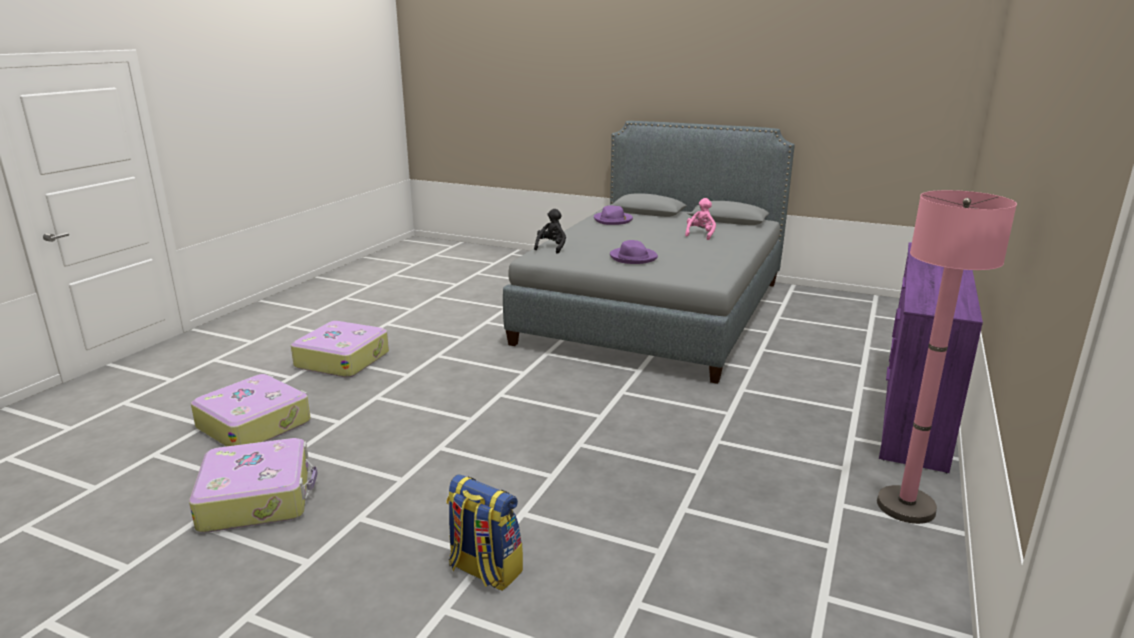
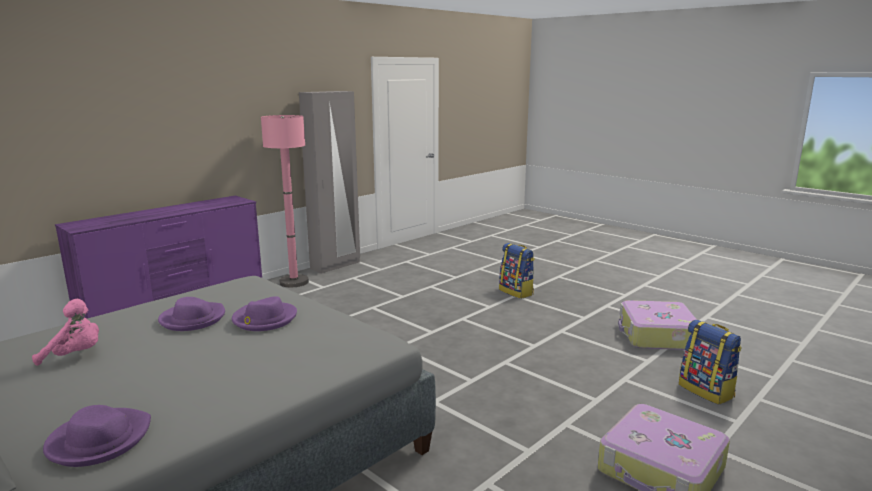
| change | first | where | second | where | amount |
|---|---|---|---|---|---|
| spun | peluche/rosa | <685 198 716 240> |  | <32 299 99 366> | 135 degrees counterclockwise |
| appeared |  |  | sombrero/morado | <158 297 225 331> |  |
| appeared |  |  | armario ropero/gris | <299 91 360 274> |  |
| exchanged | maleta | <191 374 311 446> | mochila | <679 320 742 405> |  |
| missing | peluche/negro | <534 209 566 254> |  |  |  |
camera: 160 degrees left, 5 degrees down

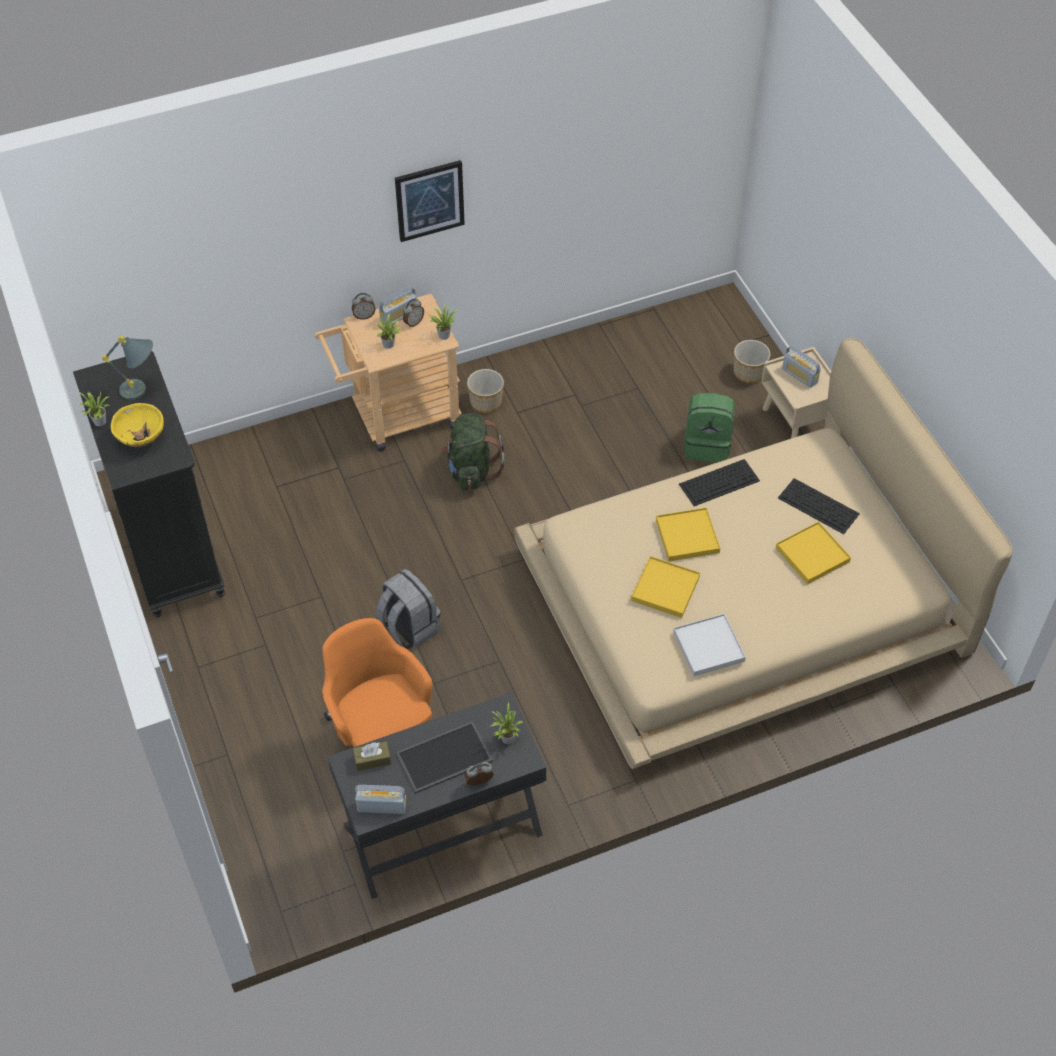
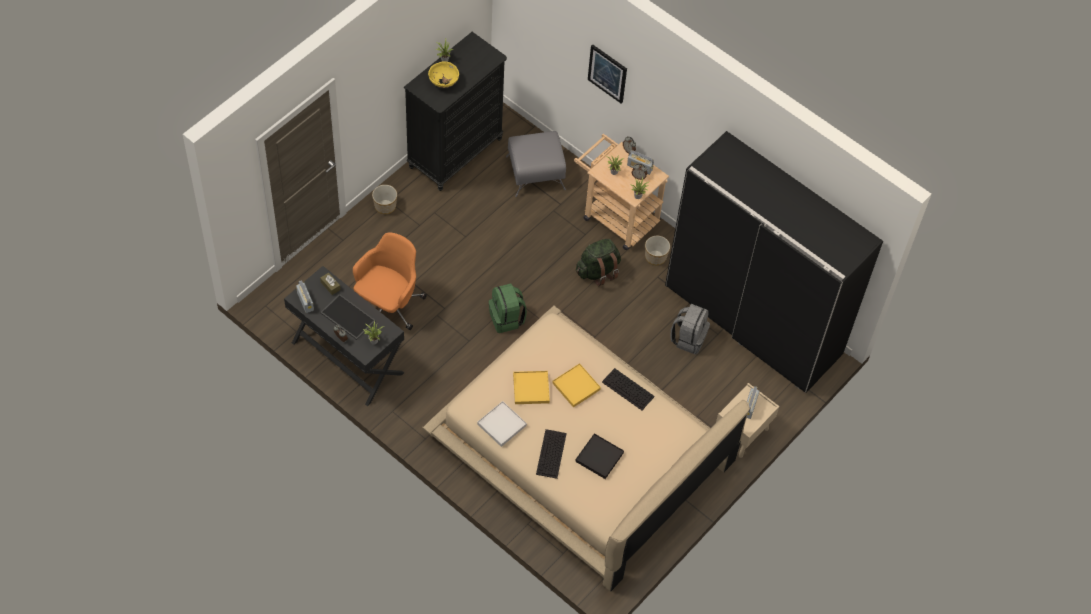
| change | first | where | second | where | amount |
|---|---|---|---|---|---|
| relocated | maceta | <734 340 770 383> |  | <372 185 397 214> |  |
| relocated | mochila/verde | <684 393 735 463> |  | <489 284 527 333> |  |
| appeared |  |  | puf/gris | <506 131 566 197> |  |
| relocated | teclado | <778 478 860 534> |  | <536 429 567 479> |  |
| colour | bandeja/amarillo | <776 521 851 585> | bandeja/negro | <575 433 624 479> |  |
| relocated | cuadro | <395 160 465 242> |  | <588 44 627 104> |  |
| appeared |  |  | armario ropero/negro | <665 131 883 393> |  |
| relocated | mochila/gris | <376 569 441 649> |  | <670 304 710 355> |  |
| missing | lámpara de mesa/gris | <102 335 153 400> |  |  |  |
camera: 60 degrees right, 5 degrees up

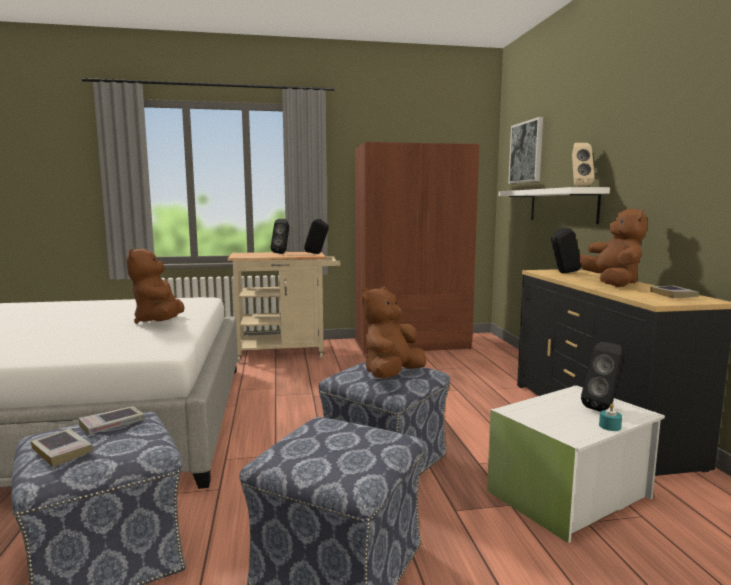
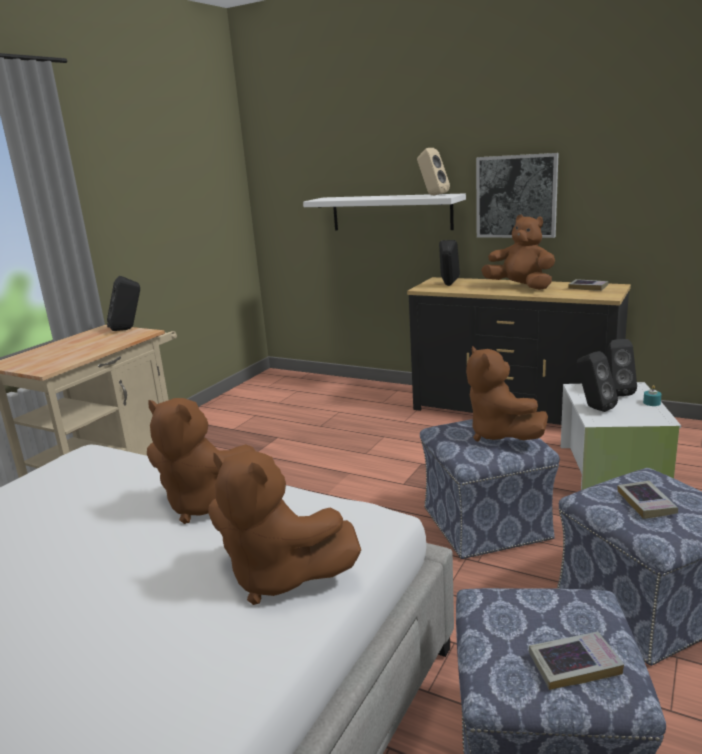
| change | first | where | second | where | amount |
|---|---|---|---|---|---|
| appeared |  |  | peluche/marrón | <208 451 361 605> |  |
| relocated | cuadro | <508 117 543 184> |  | <476 153 559 238> |  |
| relocated | altavoz/negro | <271 219 289 254> |  | <577 351 618 412> |  |
| relocated | libro | <78 406 145 435> |  | <618 481 678 519> |  |
| missing | armario ropero/marrón | <355 142 479 354> |  |  |  |
camera: 50 degrees left, 10 degrees up

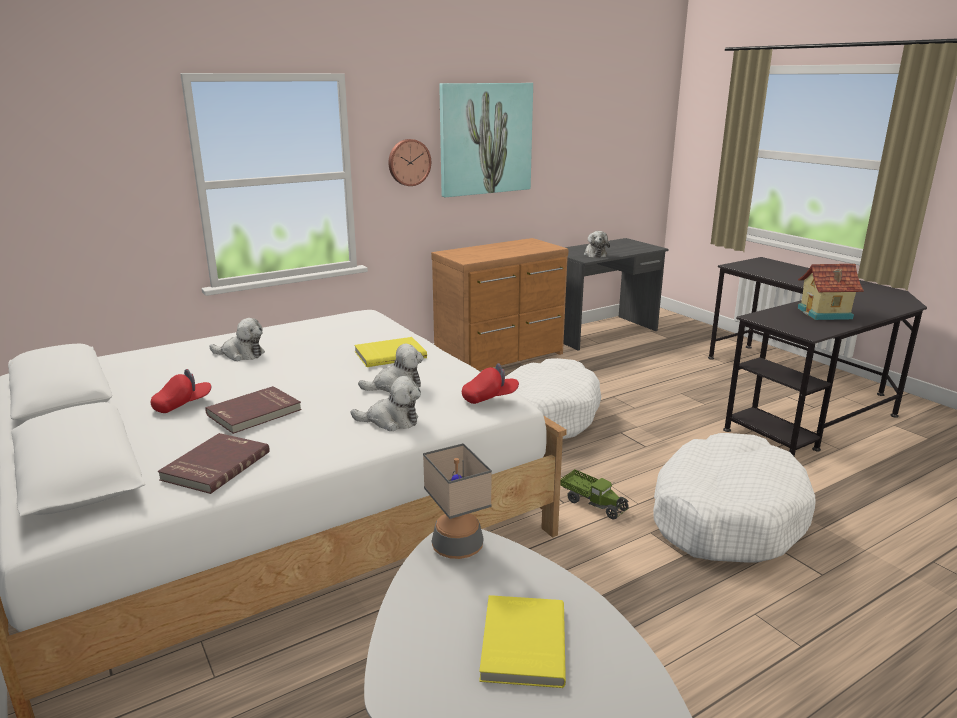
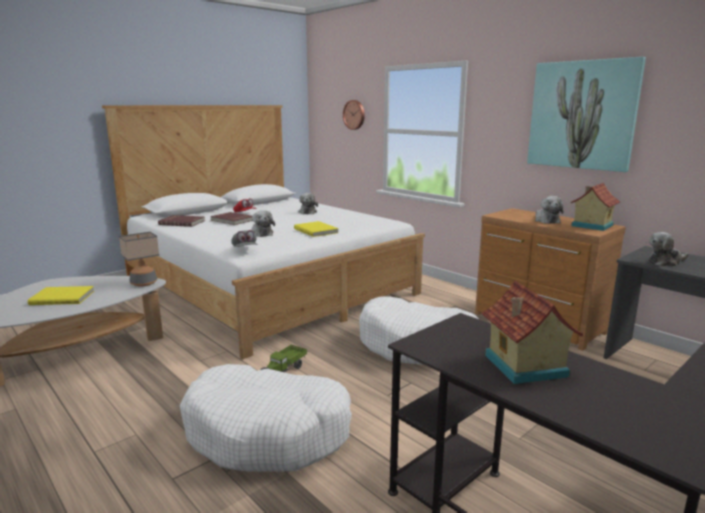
| change | first | where | second | where | amount |
|---|---|---|---|---|---|
| colour | gorra/rojo | <462 363 519 404> | gorra/gris | <231 230 257 247> |  |
| relocated | reloj de pared | <388 139 431 186> |  | <343 100 365 130> |  |
| relocated | peluche | <350 376 421 431> |  | <535 196 564 224> |  |
| appeared |  |  | casita | <571 183 620 231> |  |
camera: 80 degrees right, 5 degrees down

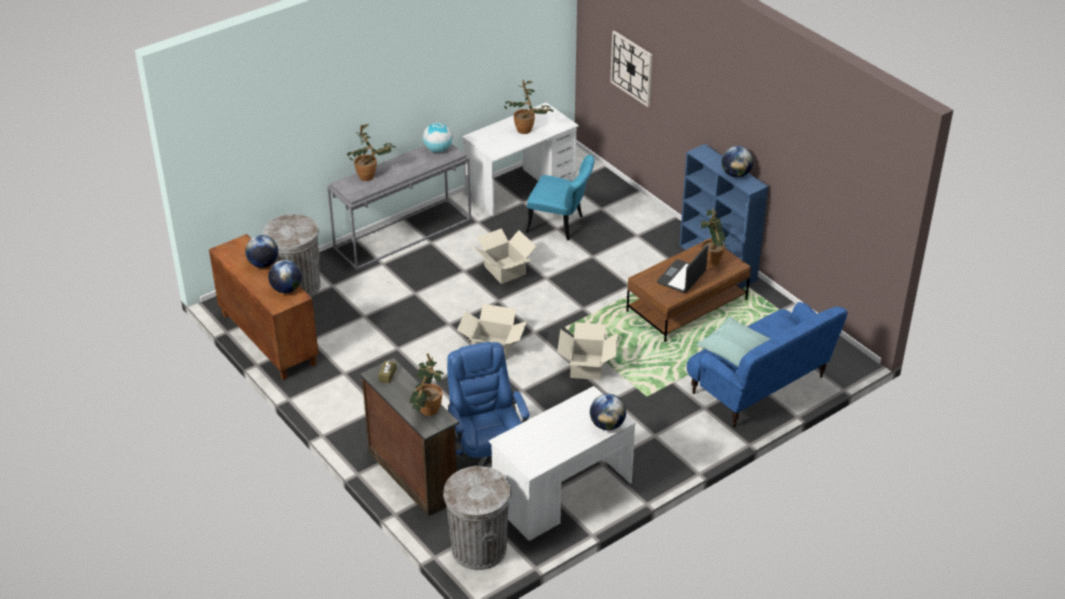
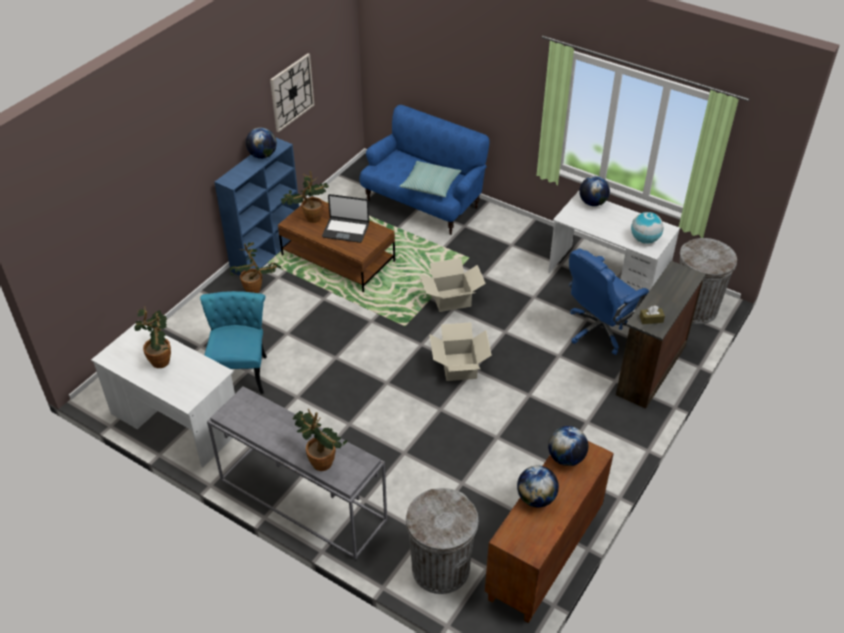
| change | first | where | second | where | amount |
|---|---|---|---|---|---|
| relocated | planta en maceta | <410 353 444 416> |  | <230 242 281 293> |  |
| relocated | reloj de pared | <610 31 653 107> |  | <270 53 314 132> |  |
| relocated | globo terráqueo | <423 123 453 153> |  | <631 212 664 244> |  |
| missing | caja de cartón | <474 228 536 284> |  |  |  |
camera: 110 degrees left, 5 degrees up

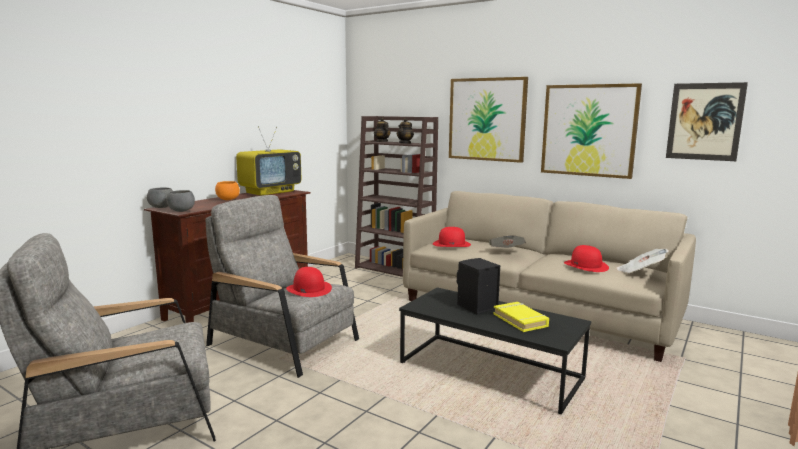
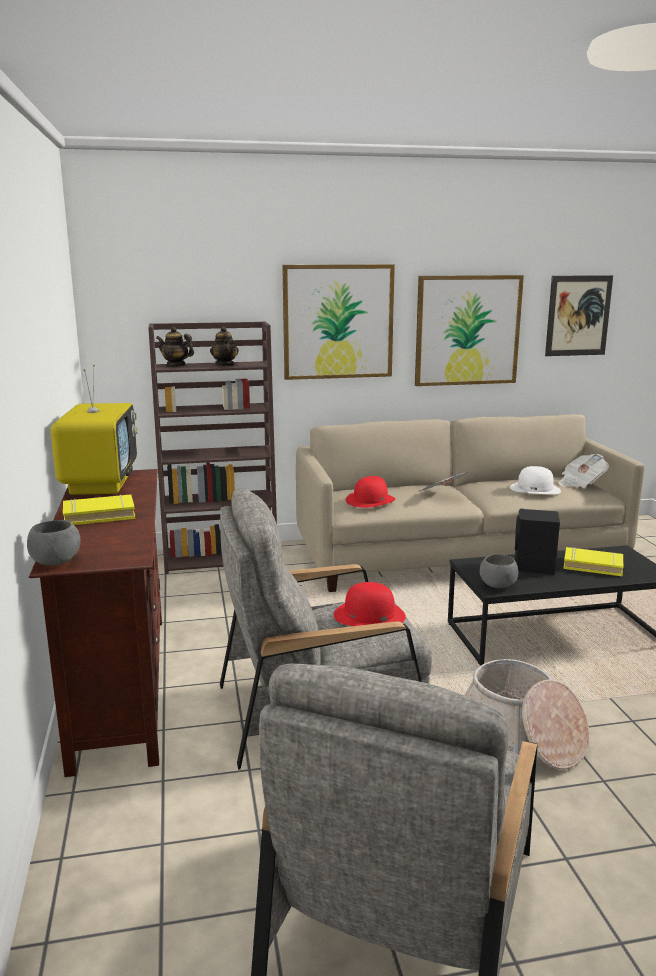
| change | first | where | second | where | amount |
|---|---|---|---|---|---|
| exchanged | cuenco/naranja | <215 181 240 200> | libro/amarillo | <63 494 135 525> |  |
| appeared |  |  | cesta | <464 659 590 770> |  |
| relocated | cuenco/gris | <166 190 195 212> |  | <480 554 518 588> |  |
| colour | sombrero/rojo | <564 245 609 272> | sombrero/blanco | <510 466 561 495> |  |
camera: 45 degrees left, 5 degrees up

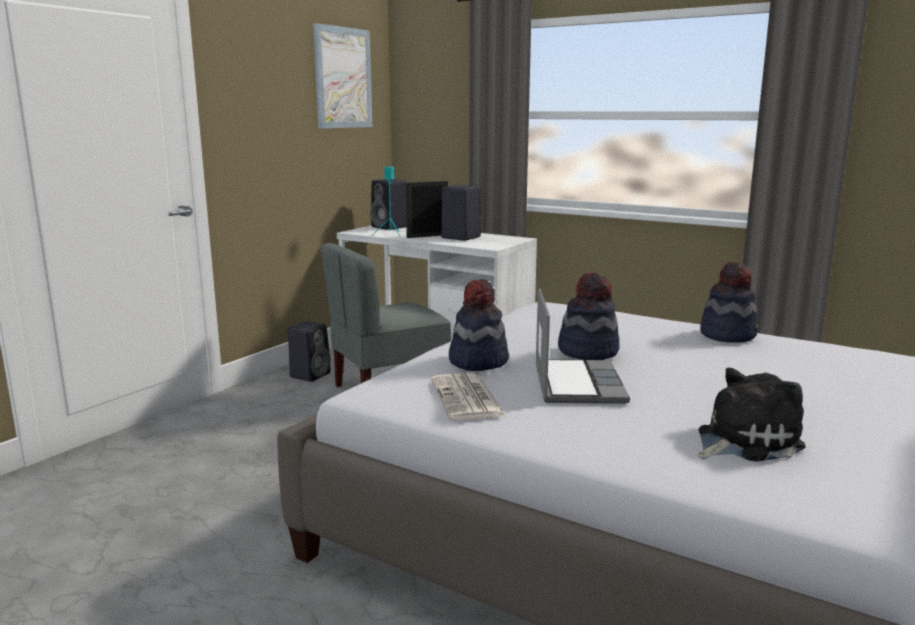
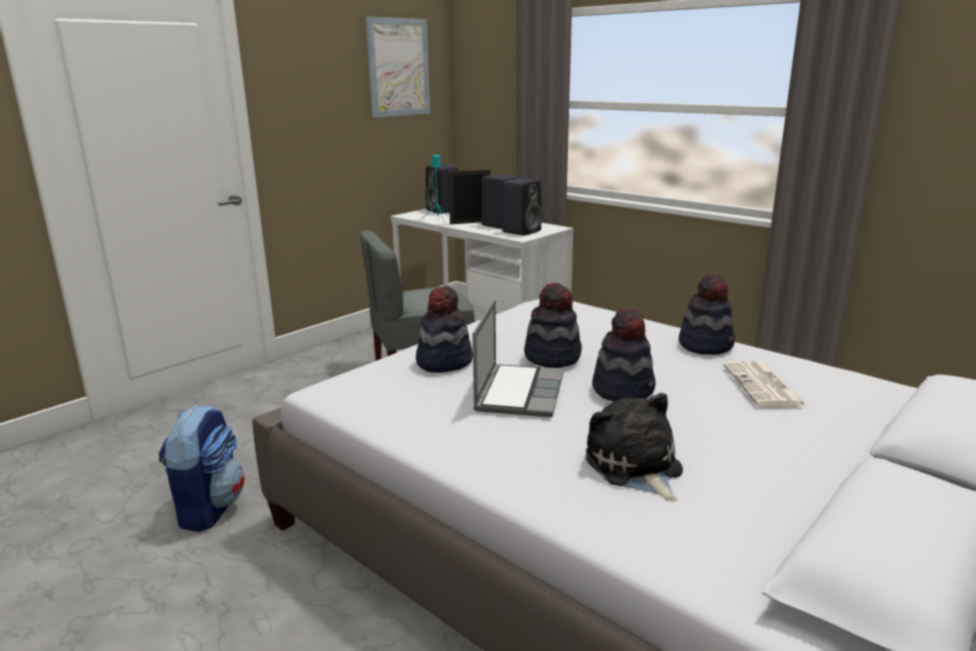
| change | first | where | second | where | amount |
|---|---|---|---|---|---|
| appeared |  |  | mochila | <159 405 245 532> |  |
| relocated | altavoz/negro | <288 321 331 382> |  | <502 178 542 236> |  |
| spun | peluche | <698 368 806 462> |  | <586 393 683 502> | 90 degrees counterclockwise |
| appeared |  |  | sombrero | <592 308 655 402> |  |
| relocated | periódico | <431 373 507 421> |  | <723 361 807 407> |  |
camera: 10 degrees right, 5 degrees up

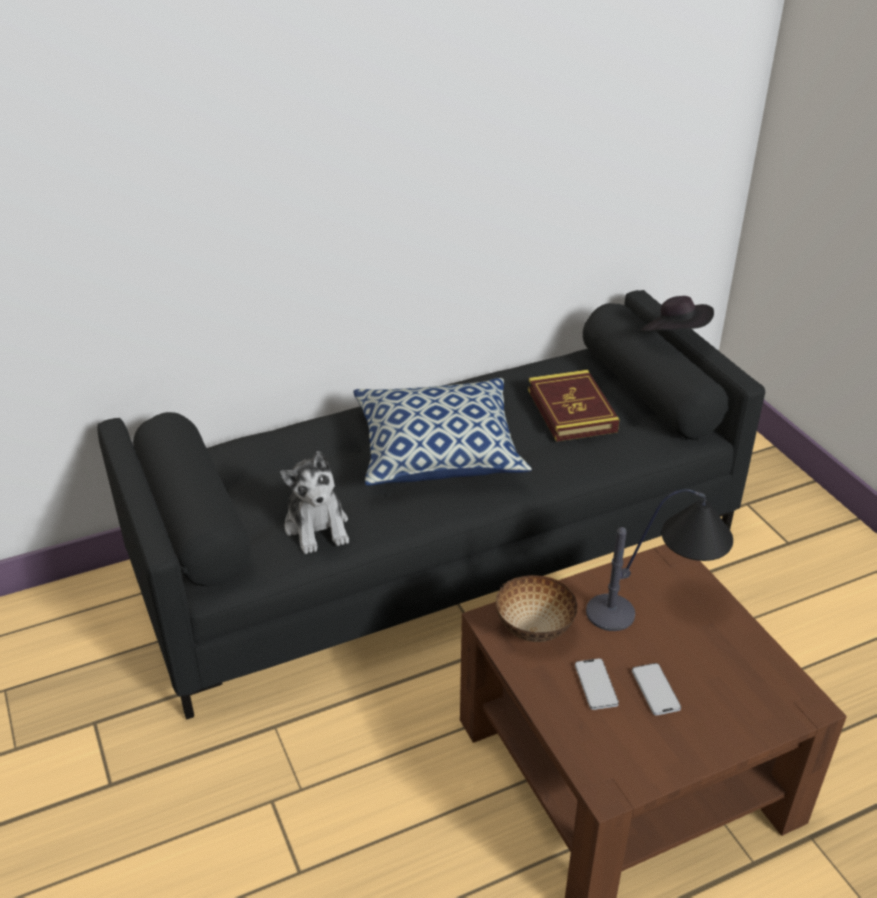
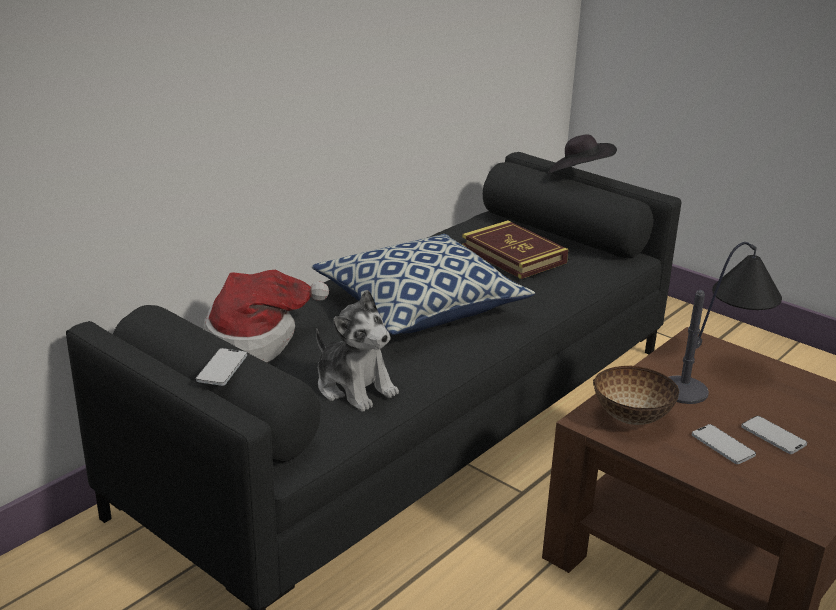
| change | first | where | second | where | amount |
|---|---|---|---|---|---|
| appeared |  |  | móvil | <196 348 247 386> |  |
| appeared |  |  | sombrero | <204 270 329 362> |  |
camera: 25 degrees left, 10 degrees down

